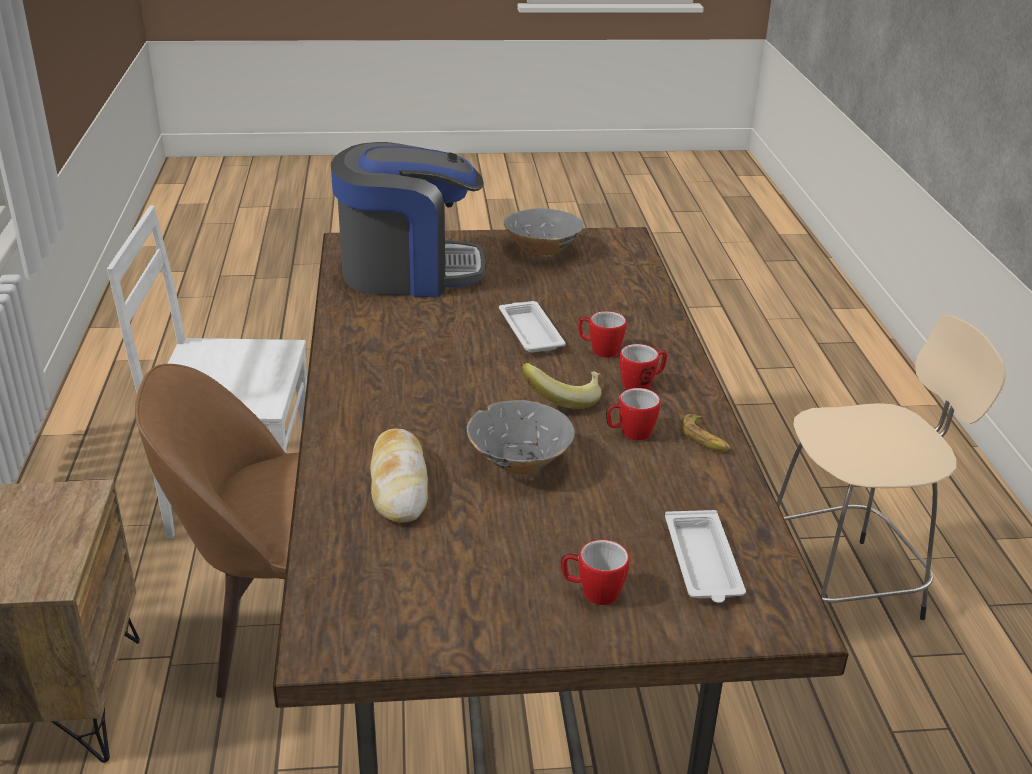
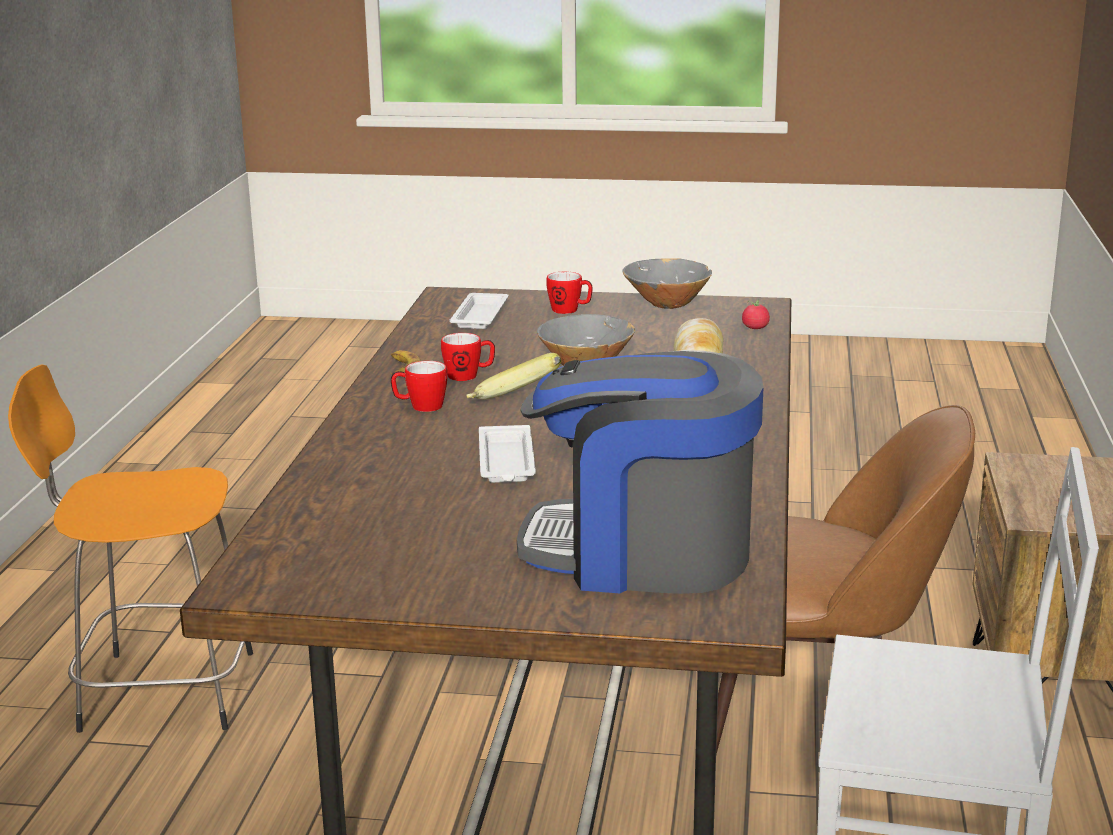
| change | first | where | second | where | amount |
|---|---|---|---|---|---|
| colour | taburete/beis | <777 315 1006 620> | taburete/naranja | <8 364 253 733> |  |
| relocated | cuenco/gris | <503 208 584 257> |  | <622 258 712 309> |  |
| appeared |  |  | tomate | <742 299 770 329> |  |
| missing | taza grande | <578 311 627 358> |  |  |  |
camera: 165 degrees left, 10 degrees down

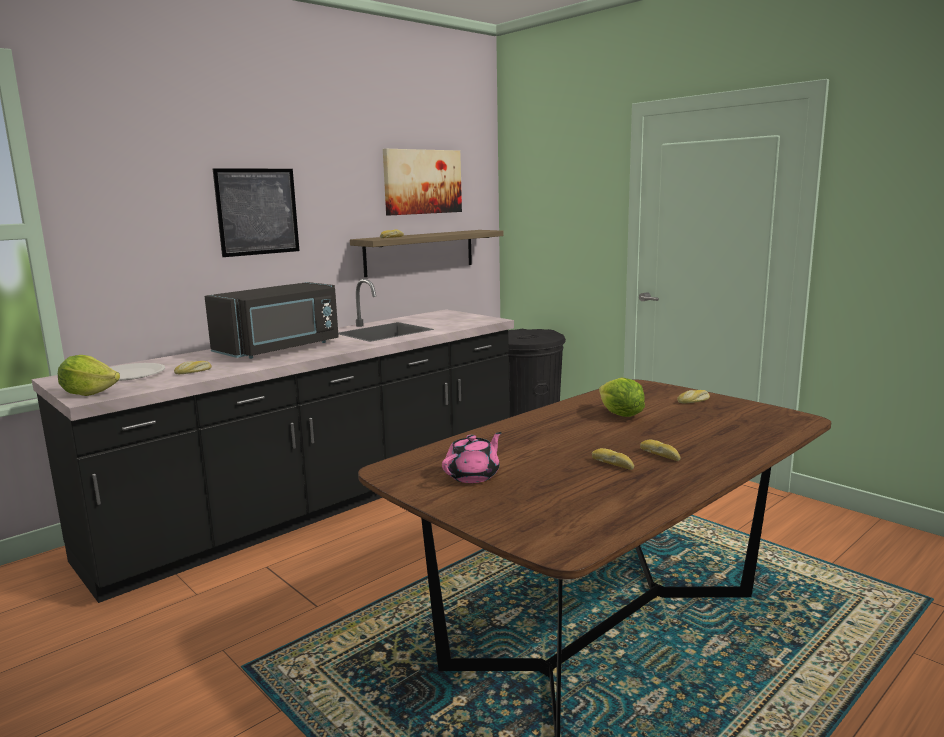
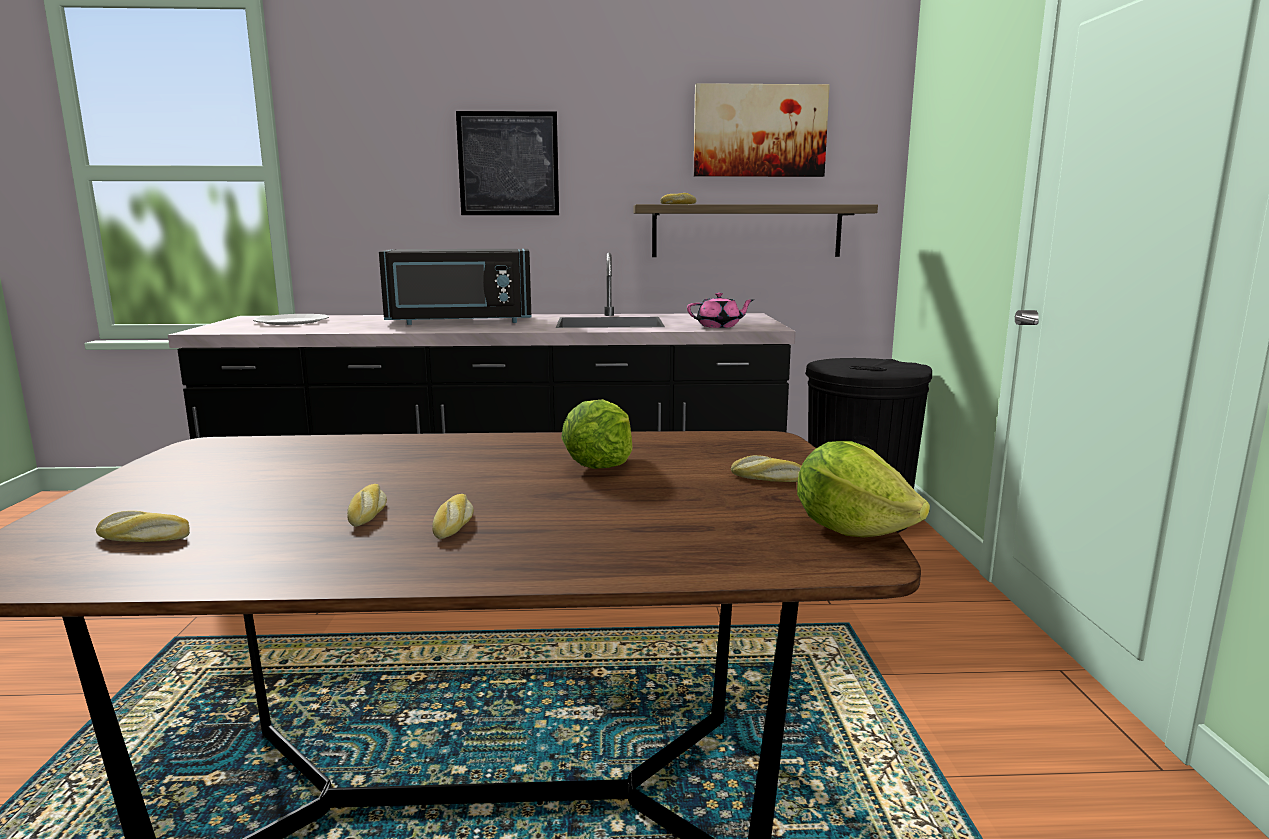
| change | first | where | second | where | amount |
|---|---|---|---|---|---|
| relocated | pan | <174 361 212 374> |  | <96 511 190 542> |  |
| relocated | tetera/rosa | <442 432 502 483> |  | <687 293 755 328> |  |
| relocated | lechuga | <58 355 120 396> |  | <797 441 930 538> |  |
camera: 40 degrees right, 0 degrees up

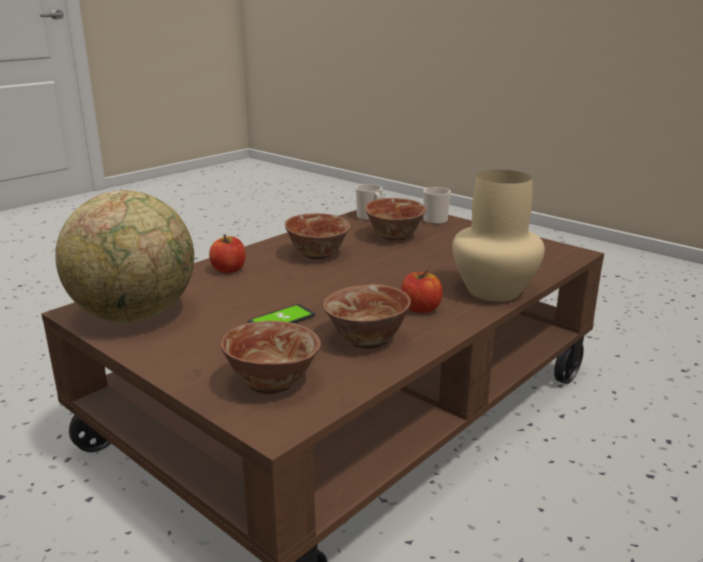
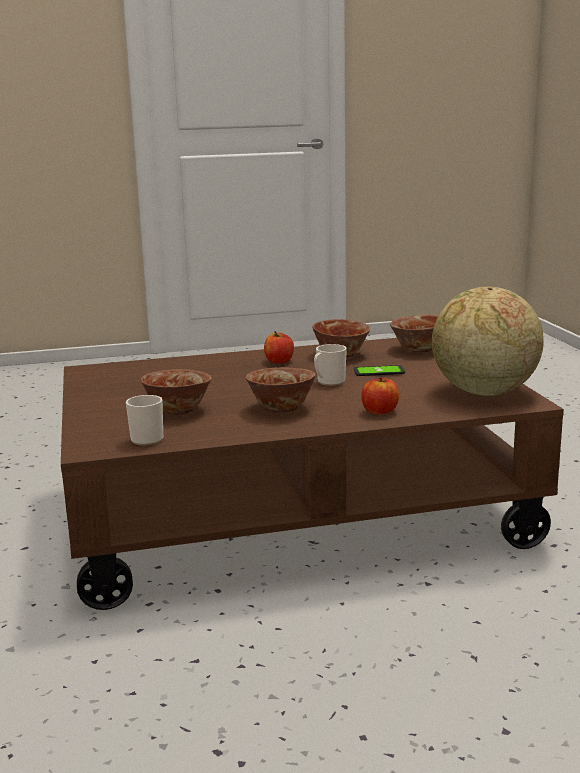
| change | first | where | second | where | amount |
|---|---|---|---|---|---|
| relocated | taza grande | <423 187 451 225> |  | <314 344 347 386> |  |
| missing | florero/beis | <452 170 545 302> |  |  |  |
camera: 145 degrees left, 5 degrees down

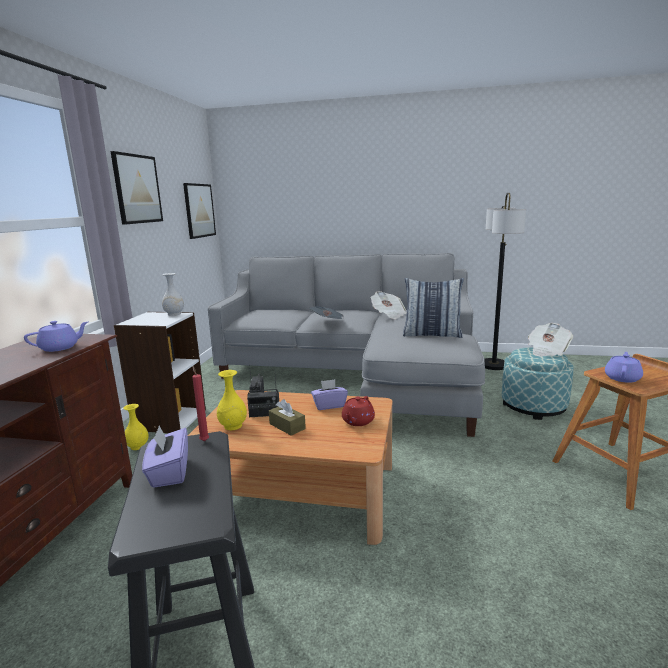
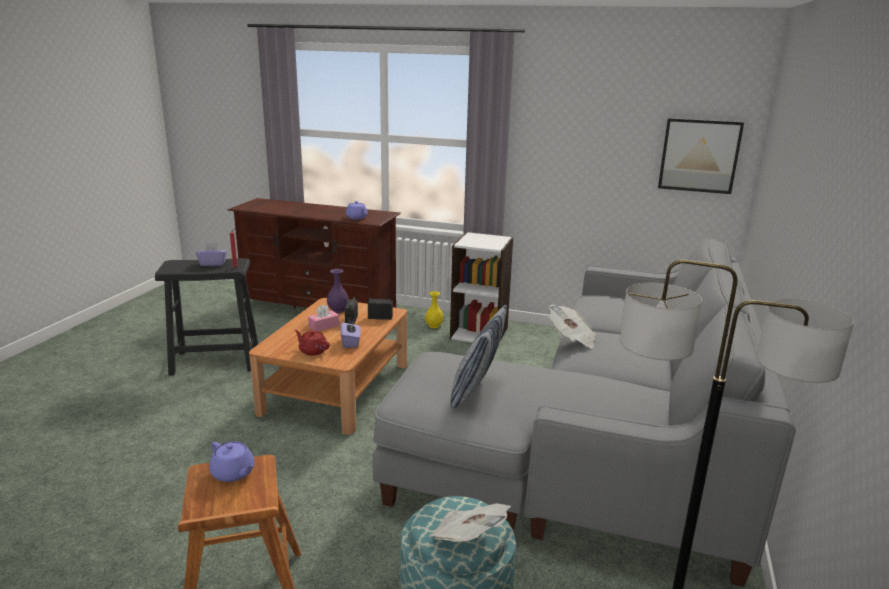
| change | first | where | second | where | amount |
|---|---|---|---|---|---|
| colour | caja de pañuelos/marrón | <269 399 306 436> | caja de pañuelos/rosa | <308 305 340 332> |  |
| colour | florero/amarillo | <217 370 247 430> | florero/morado | <327 269 349 313> |  |
| missing | cuadro | <110 151 163 225> |  |  |  |
| missing | florero/blanco | <162 273 184 316> |  |  |  |
| missing | periódico | <371 291 407 319> |  |  |  |
camera: 95 degrees right, 5 degrees up

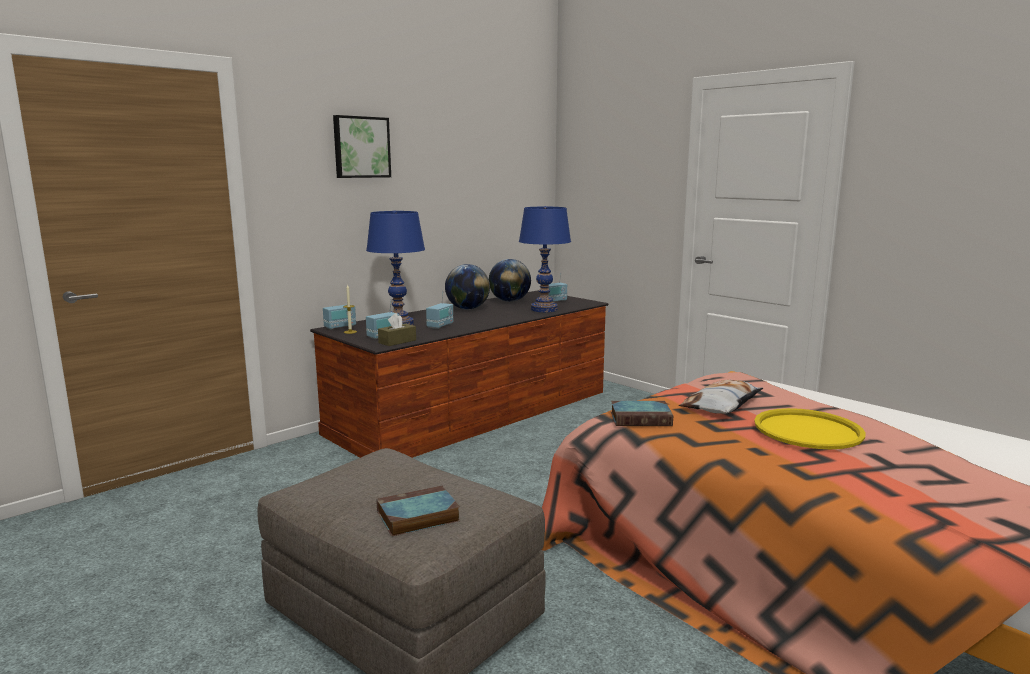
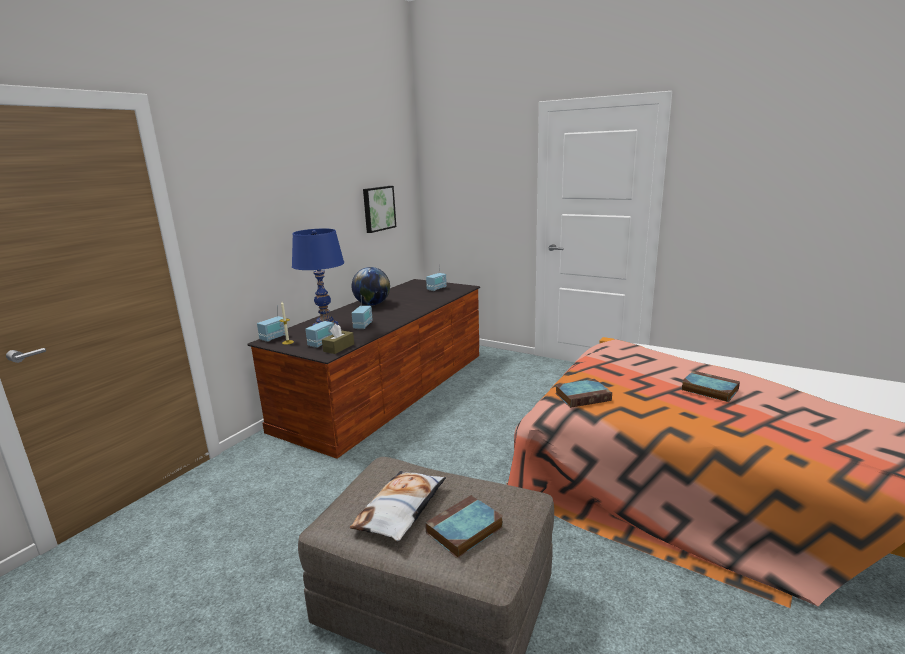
| change | first | where | second | where | amount |
|---|---|---|---|---|---|
| relocated | cojín | <679 380 763 414> |  | <349 471 446 541> |  |
| relocated | cuadro | <333 115 391 178> |  | <363 186 396 233> |  |
| exchanged | bandeja/amarillo | <754 408 866 449> | libro | <681 371 740 402> |  |
| missing | globo terráqueo | <489 259 531 302> |  |  |  |
| missing | lámpara de mesa/azul | <519 206 571 312> |  |  |  |
camera: 15 degrees left, 5 degrees up

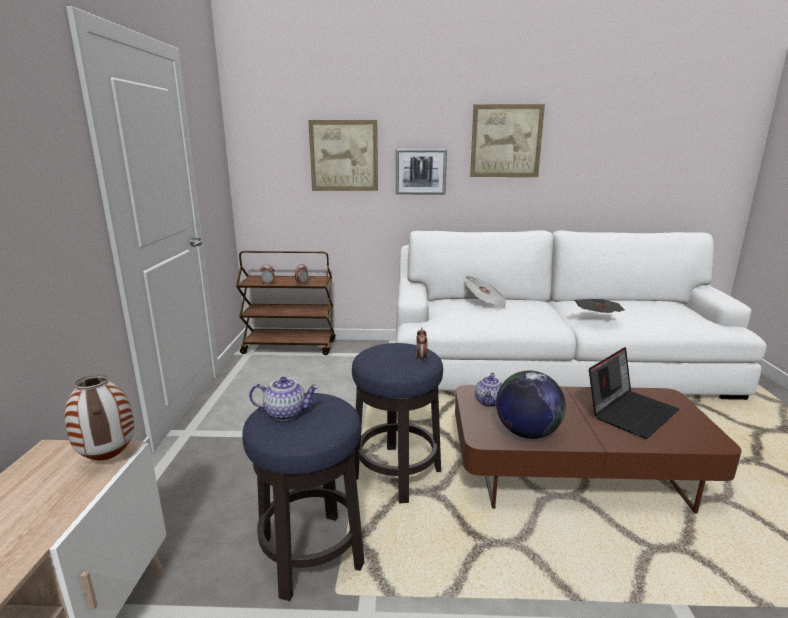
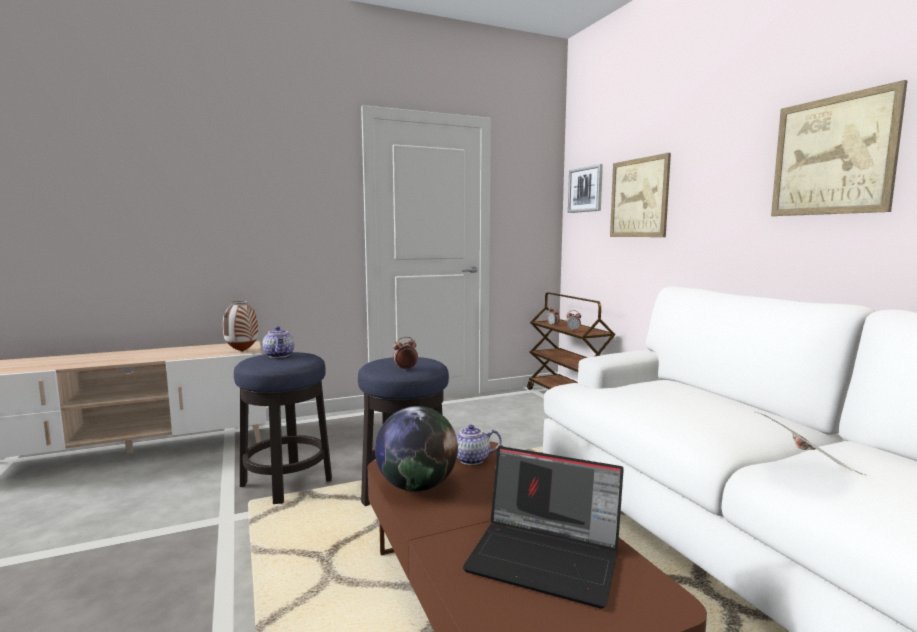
| change | first | where | second | where | amount |
|---|---|---|---|---|---|
| relocated | cuadro | <396 149 447 194> |  | <568 164 603 213> |  |
| missing | periódico | <465 276 506 309> |  |  |  |
camera: 65 degrees right, 10 degrees down

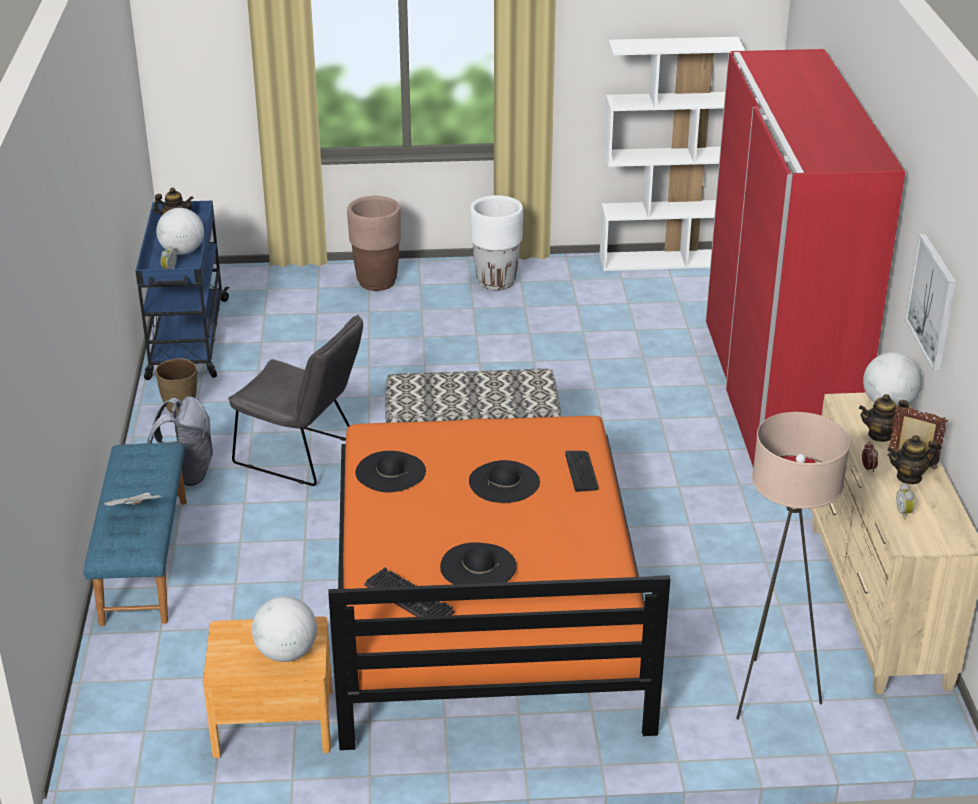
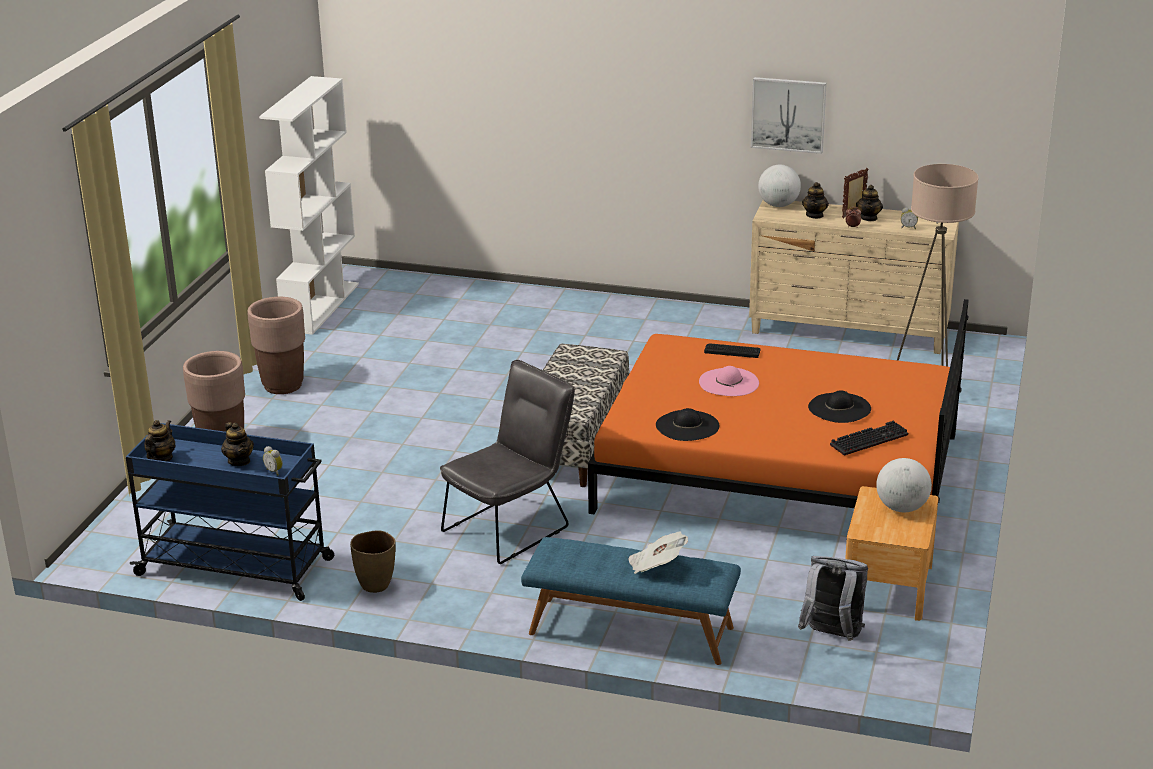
| change | first | where | second | where | amount |
|---|---|---|---|---|---|
| exchanged | globo terráqueo | <156 208 204 255> | tetera | <221 422 254 466> |  |
| colour | maceta/blanco | <470 195 523 290> | maceta/marrón | <247 297 305 394> |  |
| colour | sombrero/negro | <469 460 540 503> | sombrero/rosa | <699 366 759 396> |  |
| relocated | mochila/gris | <147 396 213 486> |  | <798 556 868 641> |  |
| missing | armario ropero/rojo | <705 49 905 467> |  |  |  |
camera: 70 degrees left, 5 degrees down

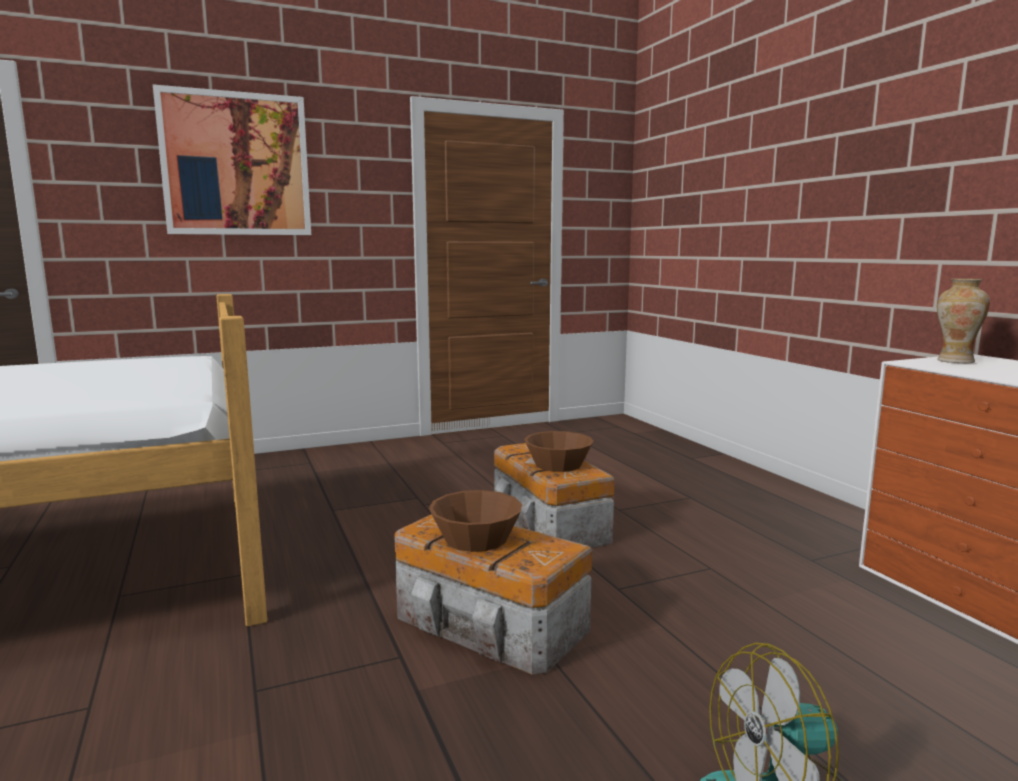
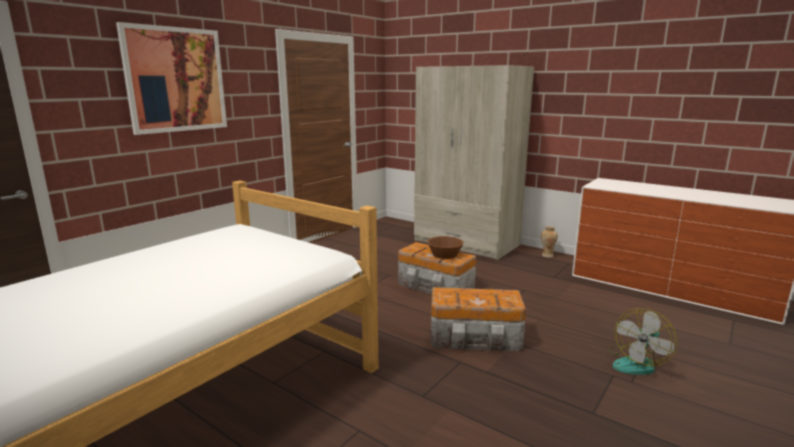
| change | first | where | second | where | amount |
|---|---|---|---|---|---|
| appeared |  |  | armario ropero/beis | <414 65 534 260> |  |
| relocated | florero | <937 279 990 363> |  | <541 226 558 258> |  |
| missing | cuenco/marrón | <429 490 522 552> |  |  |  |
camera: 30 degrees left, 5 degrees up

